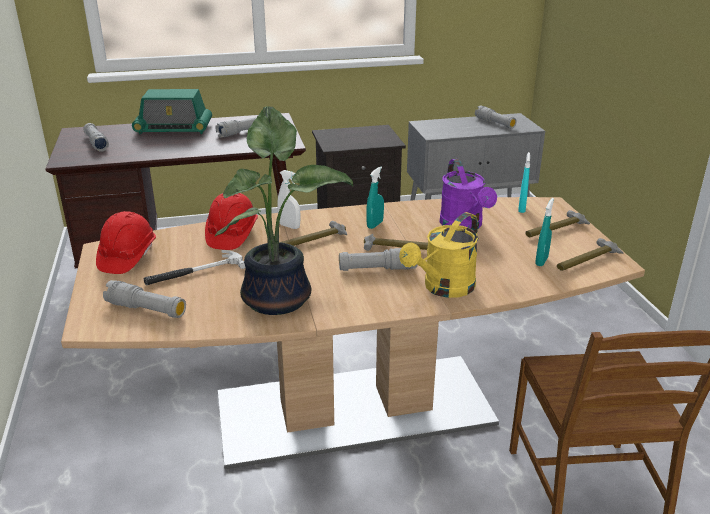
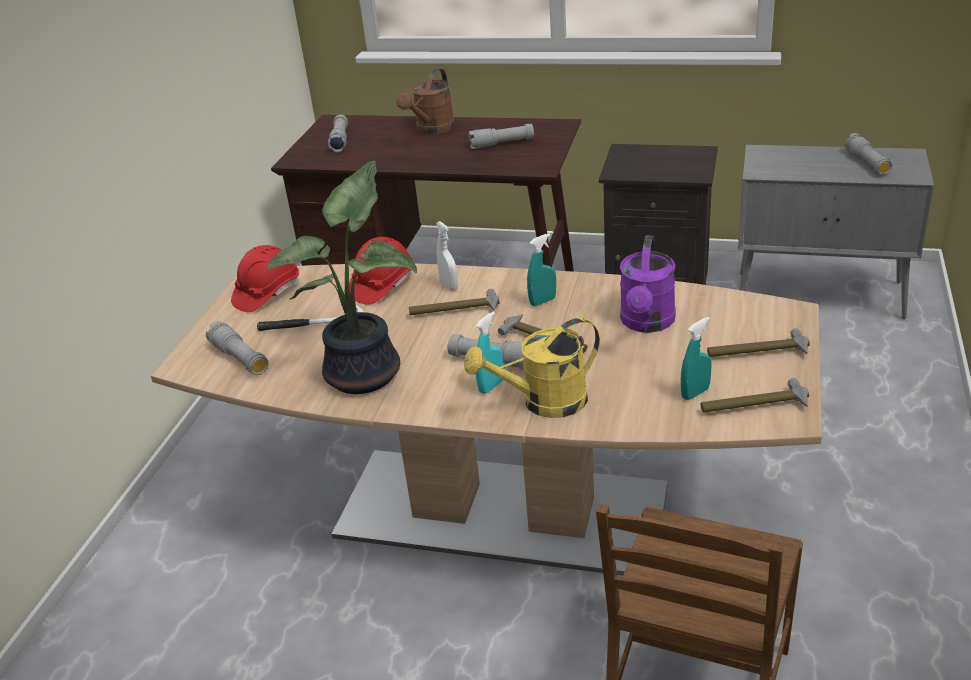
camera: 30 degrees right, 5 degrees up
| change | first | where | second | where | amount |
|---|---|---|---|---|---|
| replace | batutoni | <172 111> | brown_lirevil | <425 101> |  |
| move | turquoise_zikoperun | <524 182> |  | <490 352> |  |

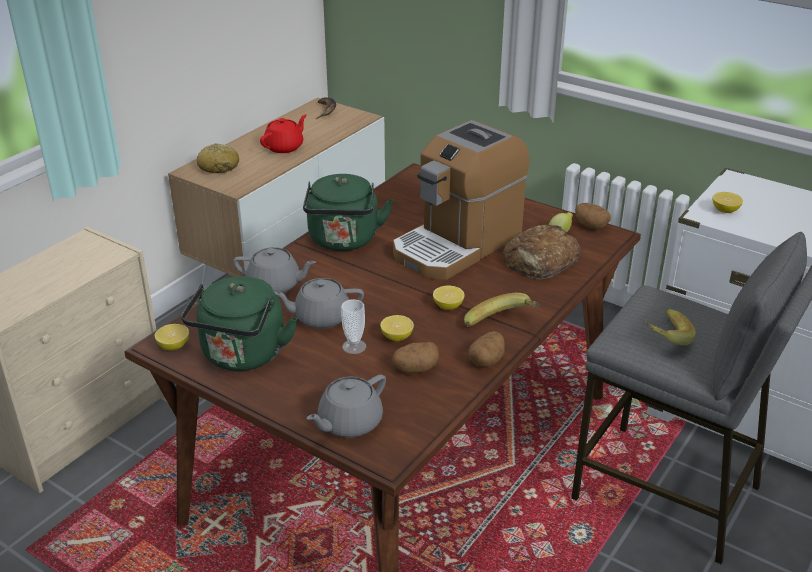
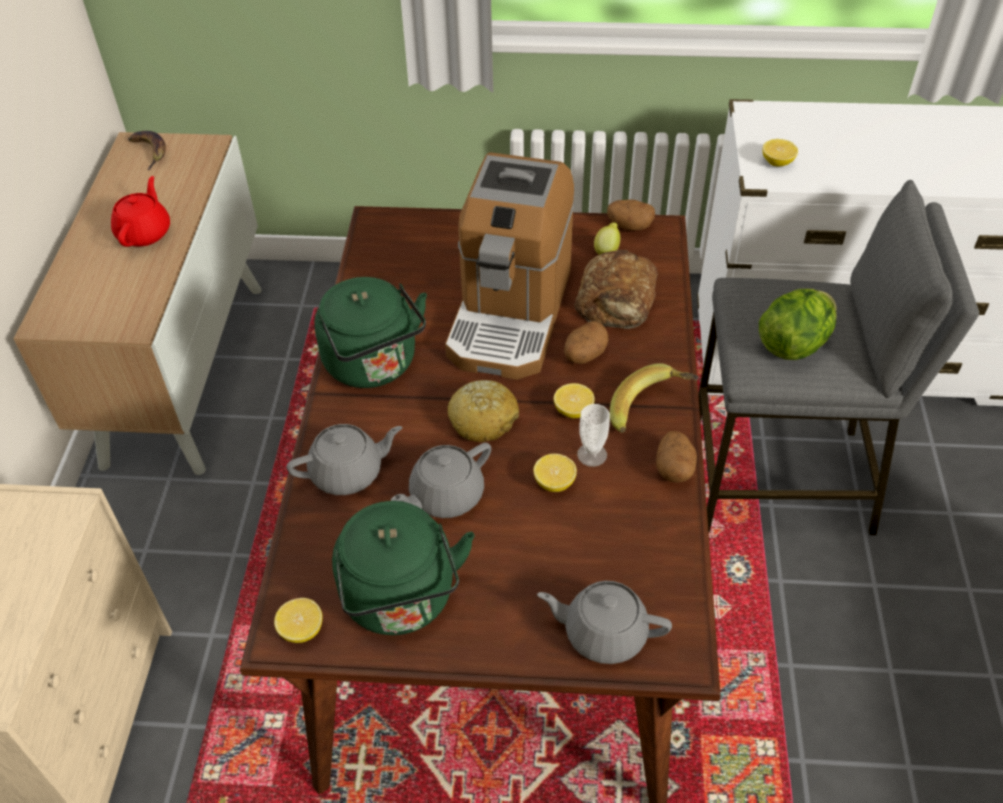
camera: 30 degrees left, 15 degrees up
| change | first | where | second | where | amount |
|---|---|---|---|---|---|
| move | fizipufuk | <218 158> |  | <483 411> |  |
| rotate | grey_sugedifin | <346 406> |  | <604 622> | 90 degrees clockwise |
| move | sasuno | <415 358> |  | <586 342> |  |
| move | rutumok | <353 326> |  | <593 435> |  |
| replace | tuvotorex | <669 327> | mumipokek | <798 324> |  |

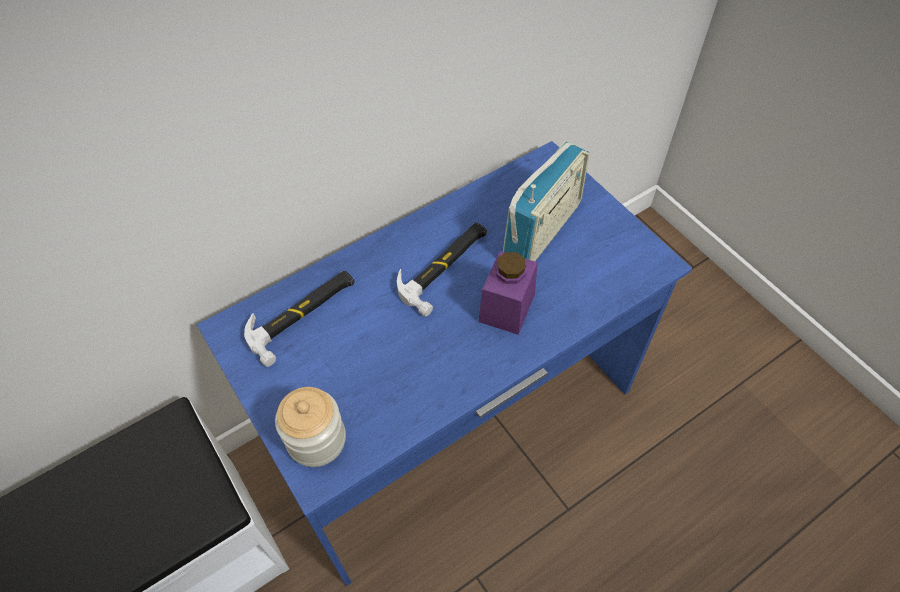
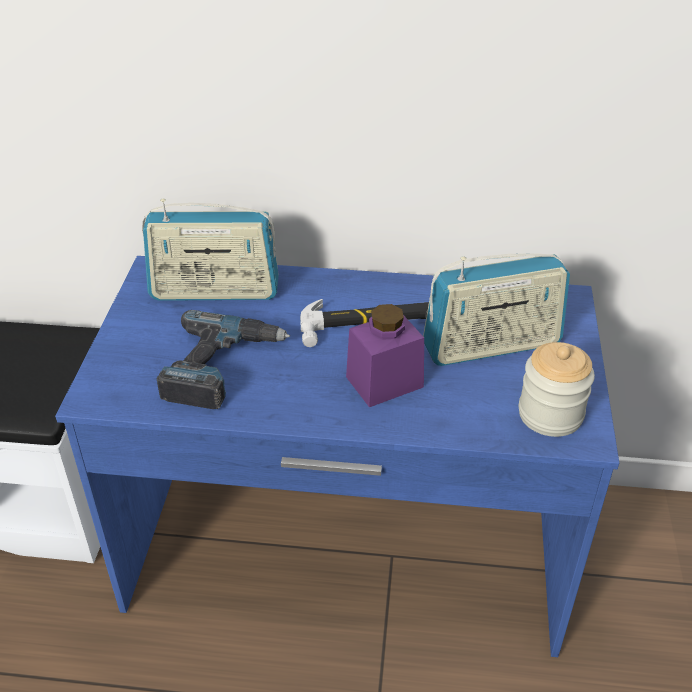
camera: 40 degrees right, 15 degrees down
| change | first | where | second | where | amount |
|---|---|---|---|---|---|
| replace | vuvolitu | <299 319> | batutoni | <210 250> |  |
| insert |  |  | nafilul | <223 359> |  |
| move | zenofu | <310 427> |  | <557 389> |  |

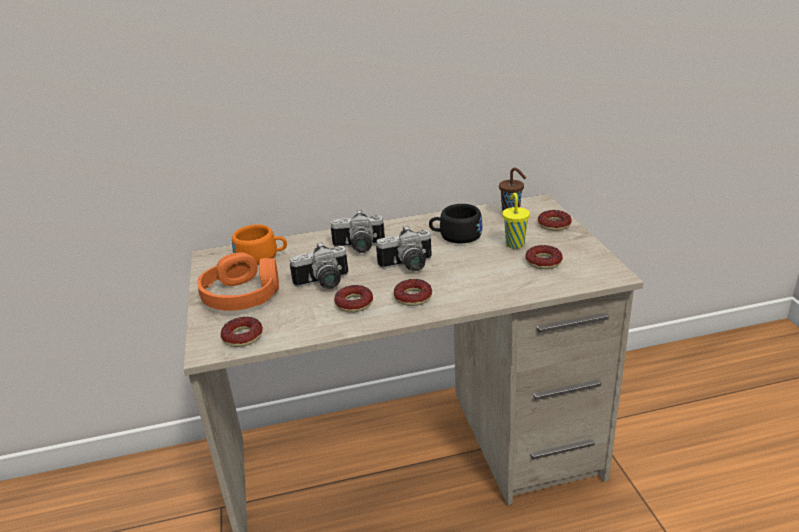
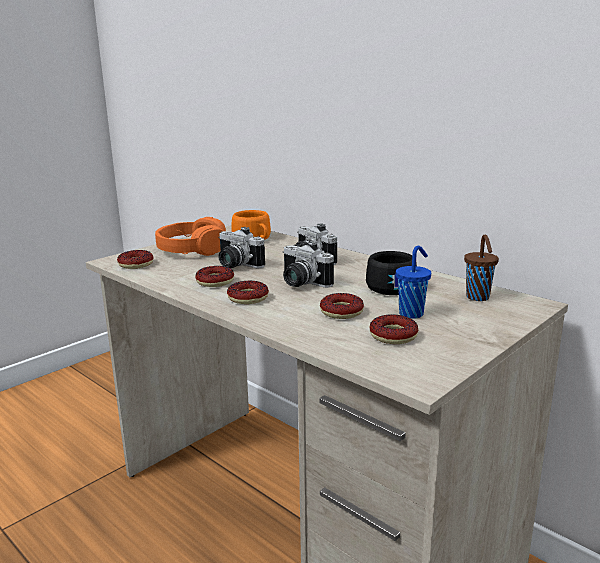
camera: 55 degrees right, 10 degrees down
| change | first | where | second | where | amount |
|---|---|---|---|---|---|
| move | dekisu | <555 220> |  | <342 306> |  |
| recolor | yellow_rutumok | <516 221> | blue_rutumok | <413 282> |  |

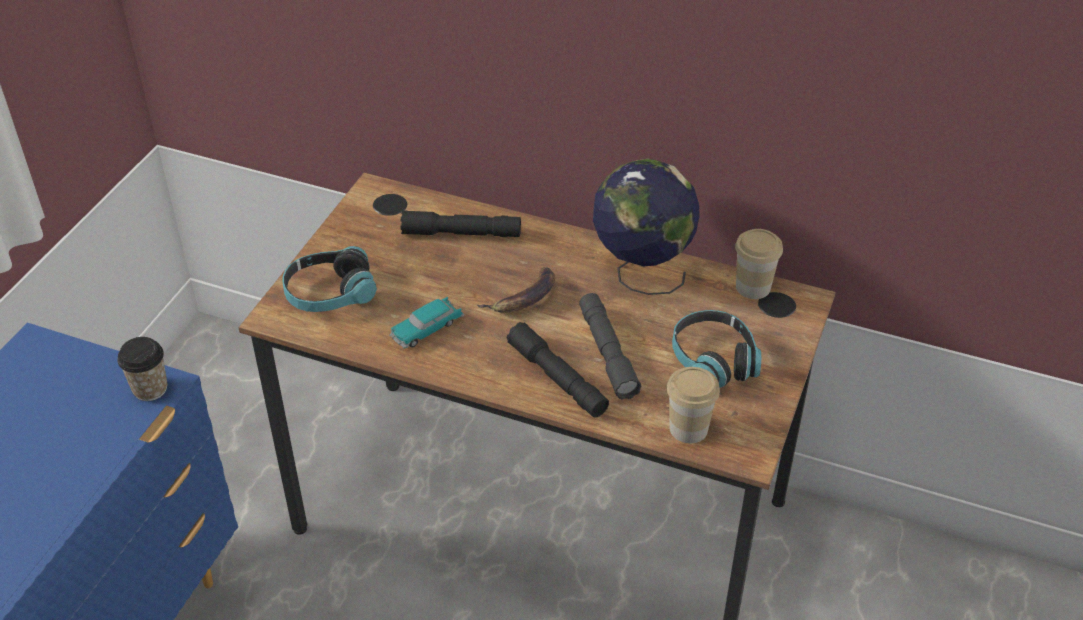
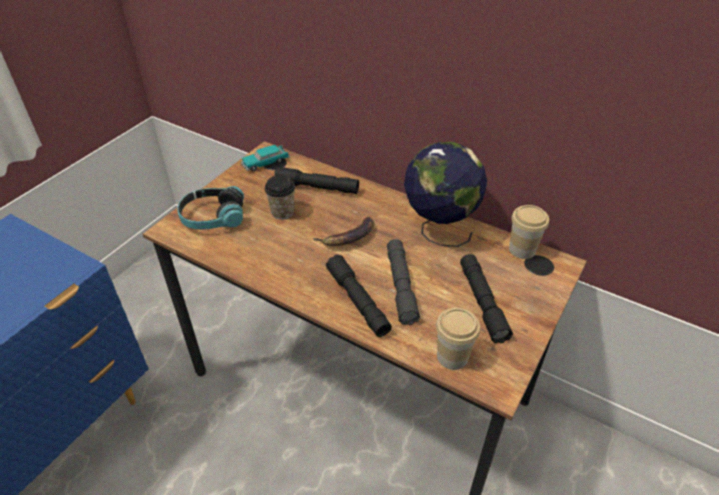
camera: 10 degrees right, 0 degrees up
| change | first | where | second | where | amount |
|---|---|---|---|---|---|
| move | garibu | <426 323> |  | <265 158> |  |
| move | rutumok | <142 369> |  | <280 197> |  |
| replace | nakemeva | <716 349> | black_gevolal | <486 298> |  |

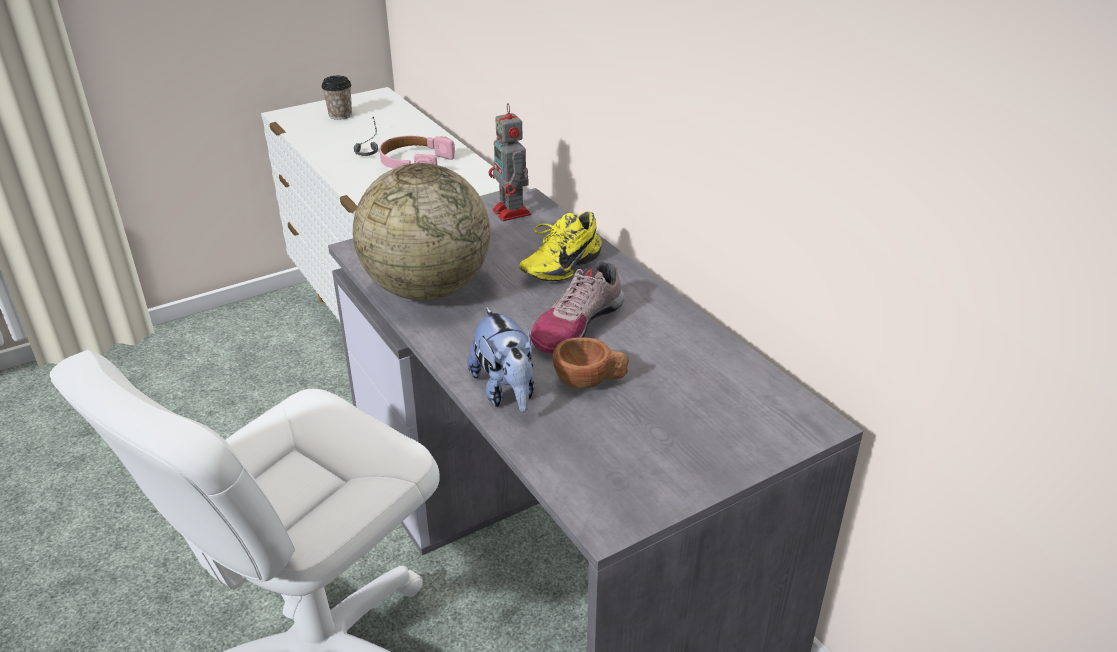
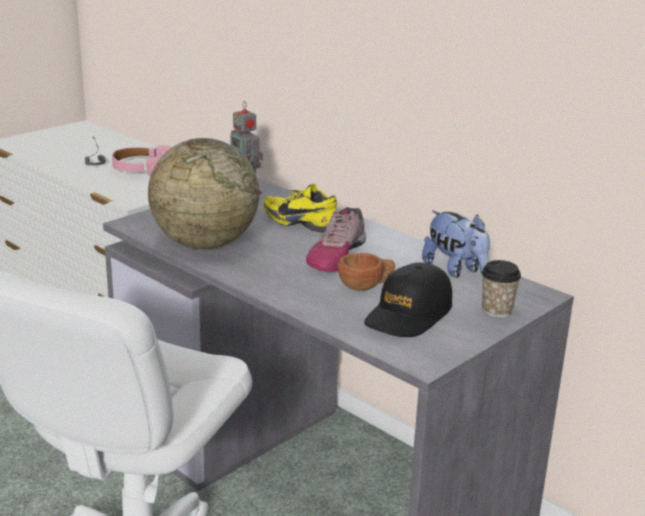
camera: 15 degrees left, 10 degrees down
| change | first | where | second | where | amount |
|---|---|---|---|---|---|
| rotate | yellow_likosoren | <560 246> |  | <300 208> | 90 degrees clockwise |
| insert |  |  | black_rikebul | <408 299> |  |
| move | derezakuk | <500 359> |  | <456 244> |  |
| move | rutumok | <337 98> |  | <501 289> |  |

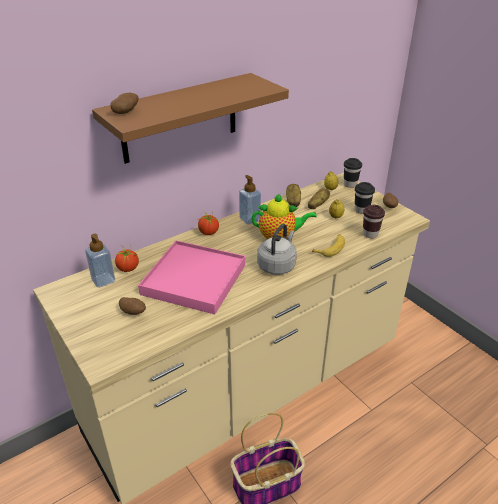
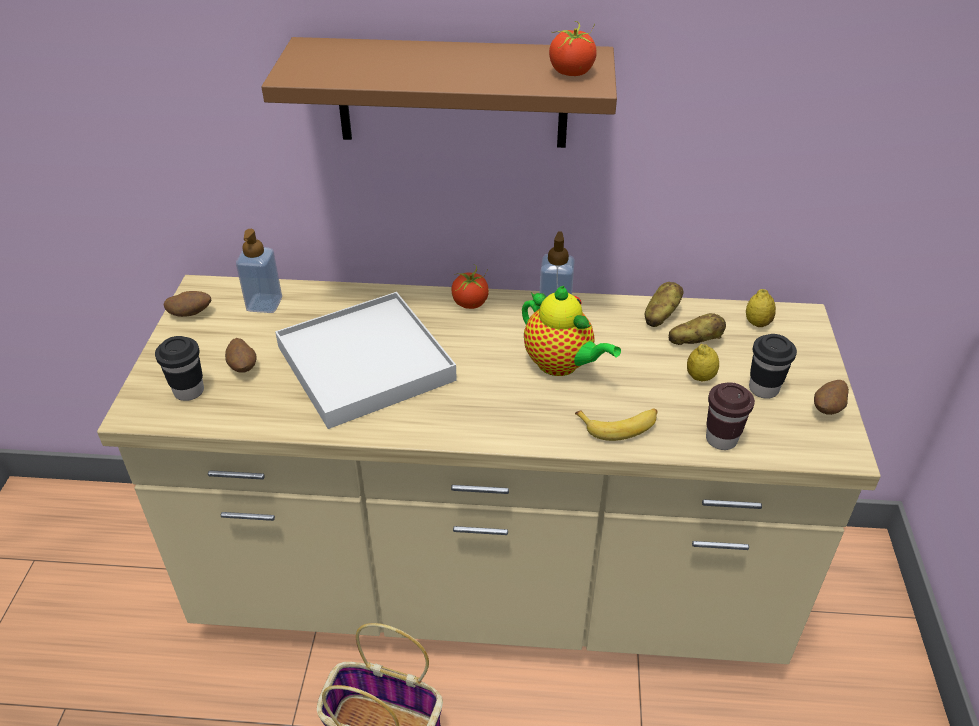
camera: 40 degrees right, 5 degrees up
| change | first | where | second | where | amount |
|---|---|---|---|---|---|
| move | black_rutumok | <353 173> |  | <179 368> |  |
| move | sasuno | <124 103> |  | <187 304> |  |
| recolor | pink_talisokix | <191 277> | white_talisokix | <366 360> |  |
| move | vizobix | <126 259> |  | <573 48> |  |
| delete | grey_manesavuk | <277 249> |  |  |  |

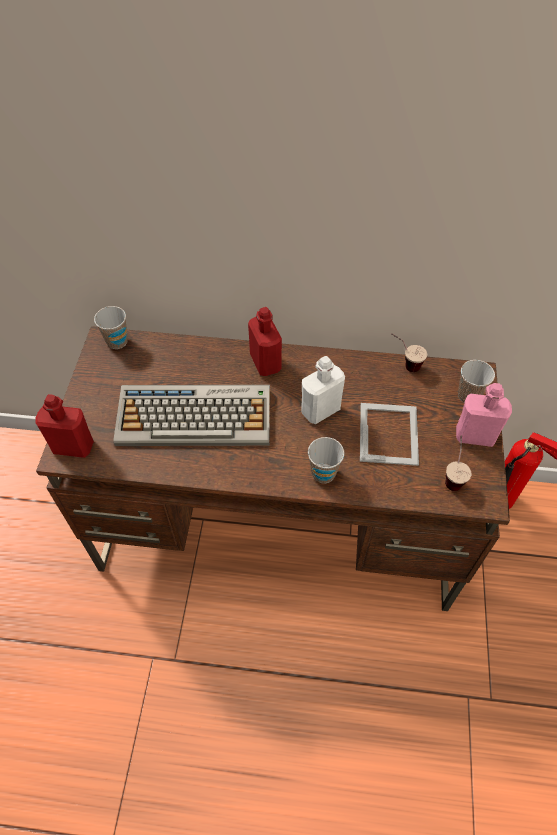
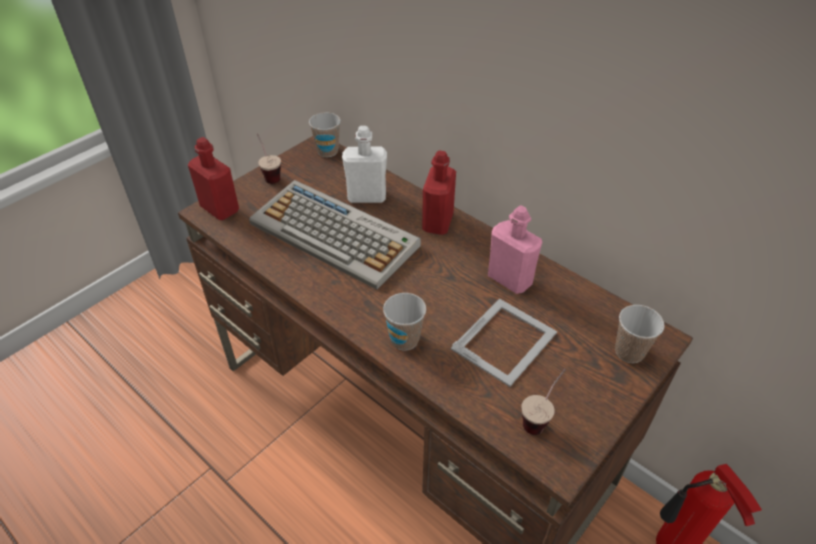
camera: 35 degrees right, 10 degrees down
| change | first | where | second | where | amount |
|---|---|---|---|---|---|
| move | rutumok | <409 352> |  | <269 158> |  |
| move | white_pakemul | <323 390> |  | <364 164> |  |
| move | pink_pakemul | <484 415> |  | <515 250> |  |

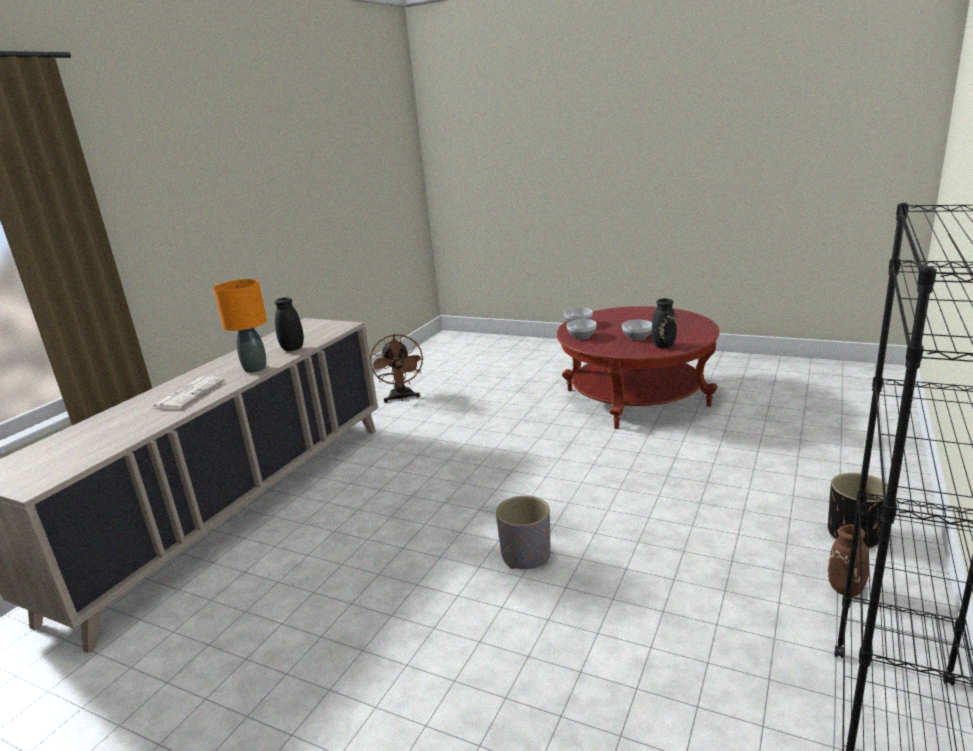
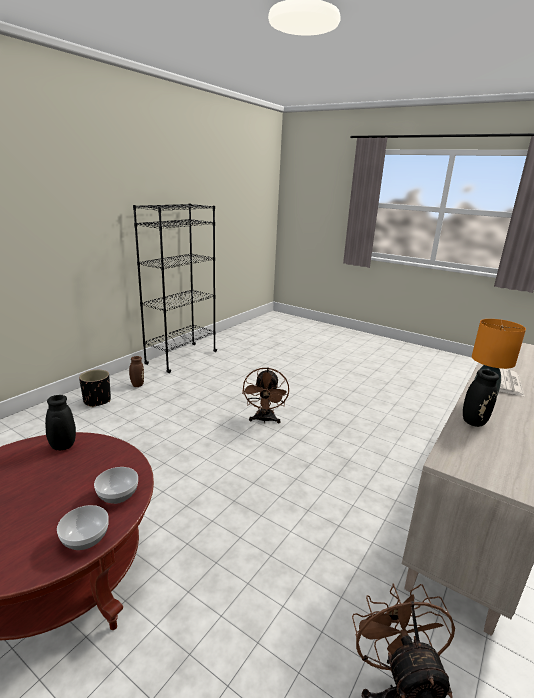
camera: 175 degrees left, 0 degrees up
| change | first | where | second | where | amount |
|---|---|---|---|---|---|
| replace | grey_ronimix | <523 532> | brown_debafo | <265 395> |  |
| delete | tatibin | <637 330> |  |  |  |

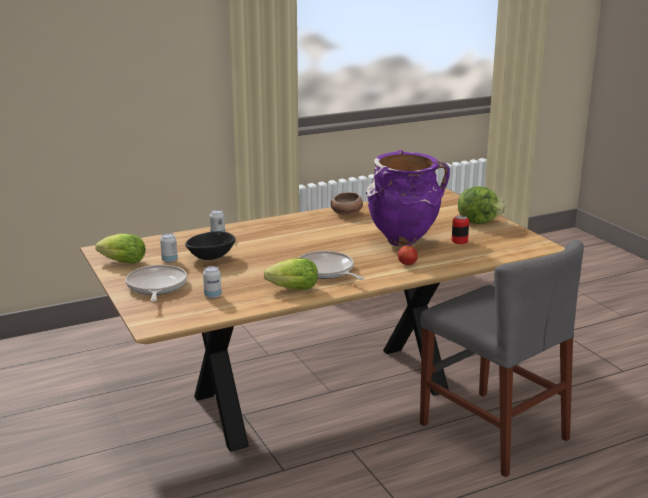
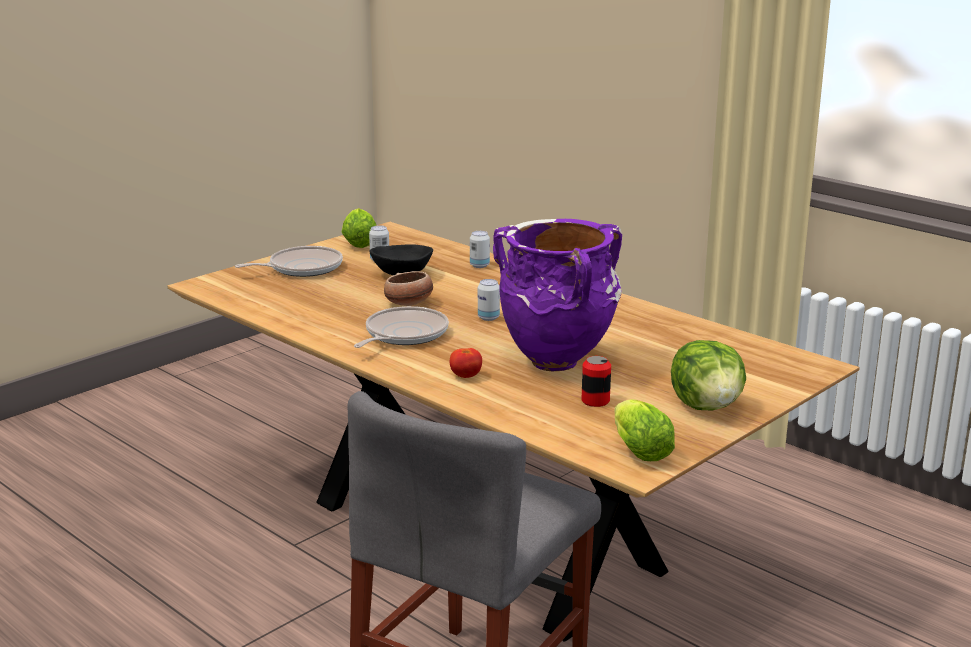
camera: 70 degrees right, 0 degrees up
| change | first | where | second | where | amount |
|---|---|---|---|---|---|
| move | tatibin | <347 204> |  | <408 288> |  |
| move | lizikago | <212 282> |  | <489 300> |  |
| move | mumipokek | <291 274> |  | <644 430> |  |

